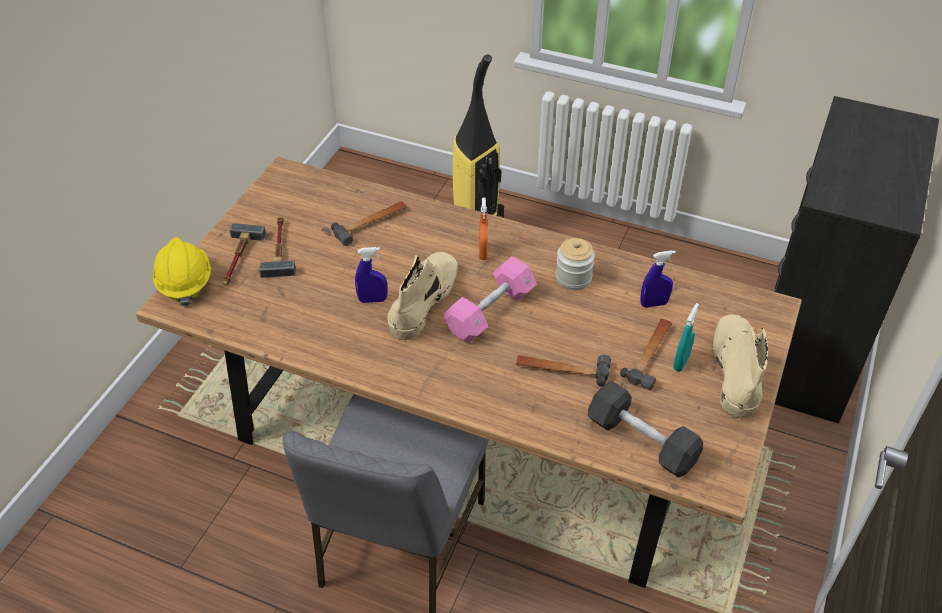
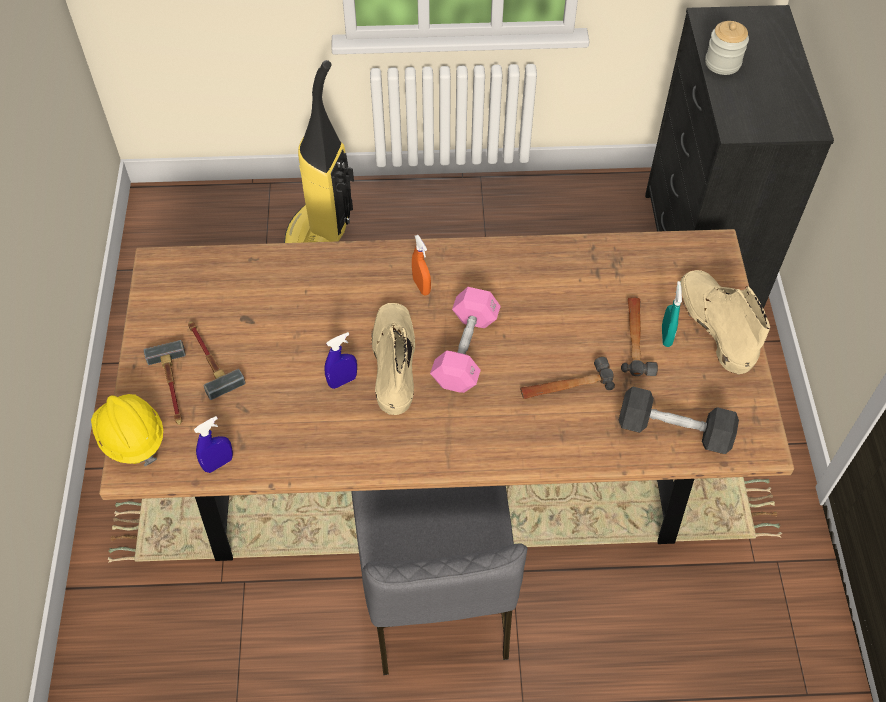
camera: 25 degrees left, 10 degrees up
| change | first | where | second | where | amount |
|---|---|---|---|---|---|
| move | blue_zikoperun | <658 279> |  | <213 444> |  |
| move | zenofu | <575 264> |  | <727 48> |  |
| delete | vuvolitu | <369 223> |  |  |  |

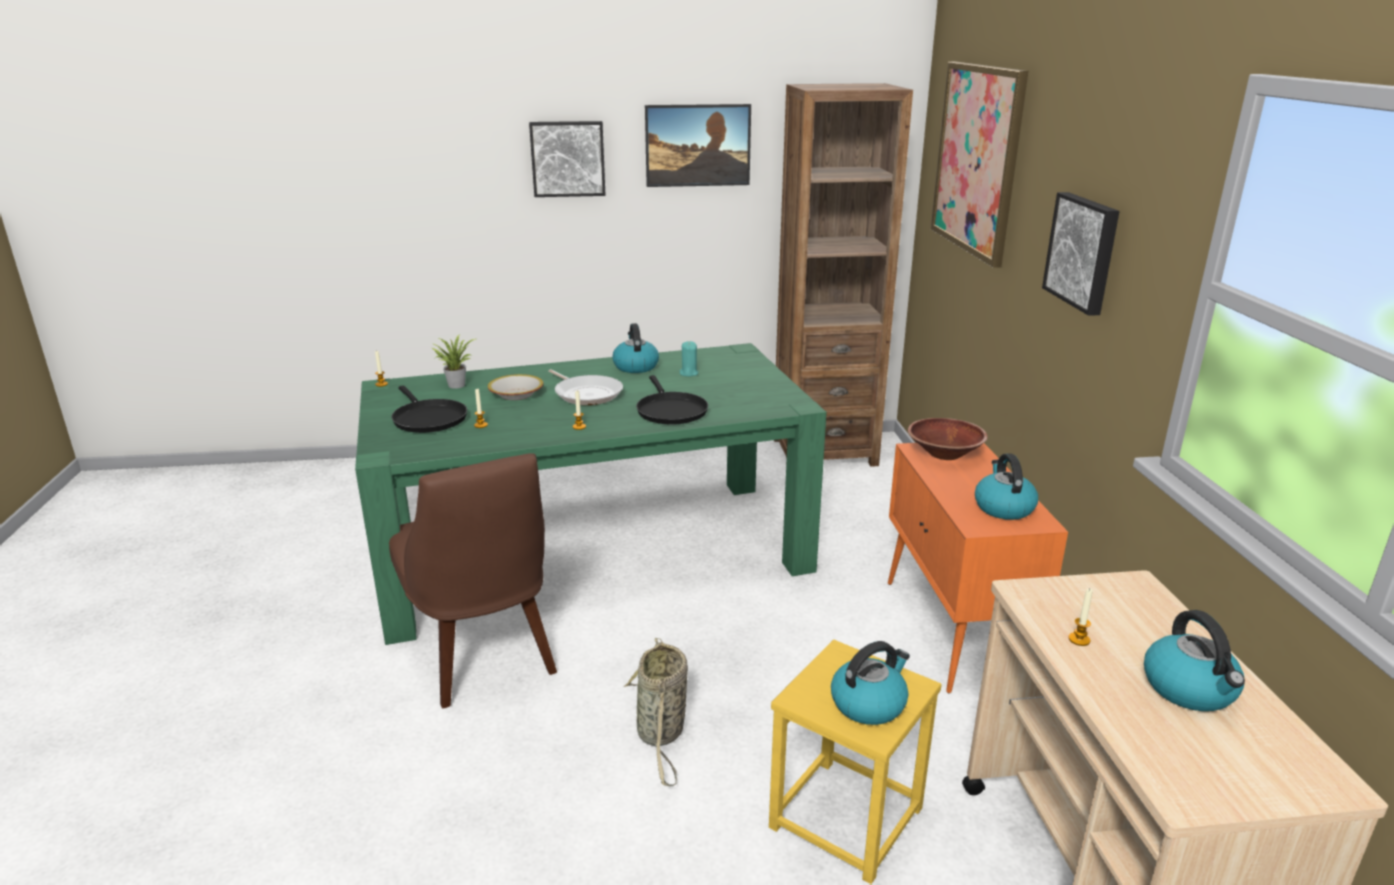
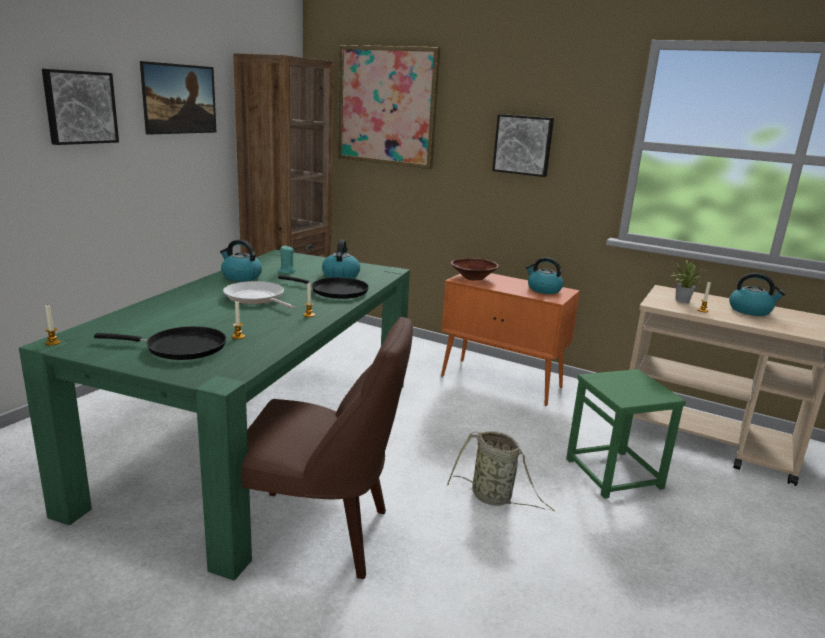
camera: 55 degrees left, 5 degrees down
| change | first | where | second | where | amount |
|---|---|---|---|---|---|
| rotate | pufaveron | <585 387> |  | <259 295> | 135 degrees counterclockwise |
| move | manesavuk | <870 683> |  | <341 258> |  |
| recolor | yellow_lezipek | <855 761> | green_lezipek | <626 434> |  |
| move | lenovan | <454 361> |  | <687 281> |  |
| delete | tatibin | <515 387> |  |  |  |

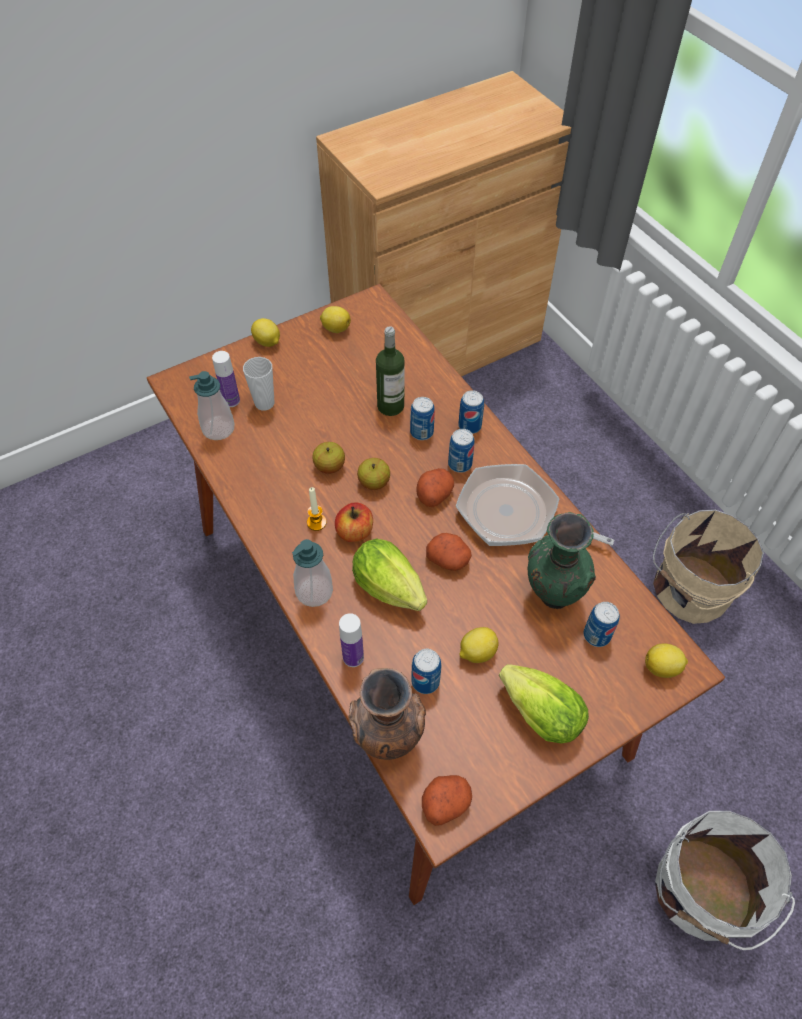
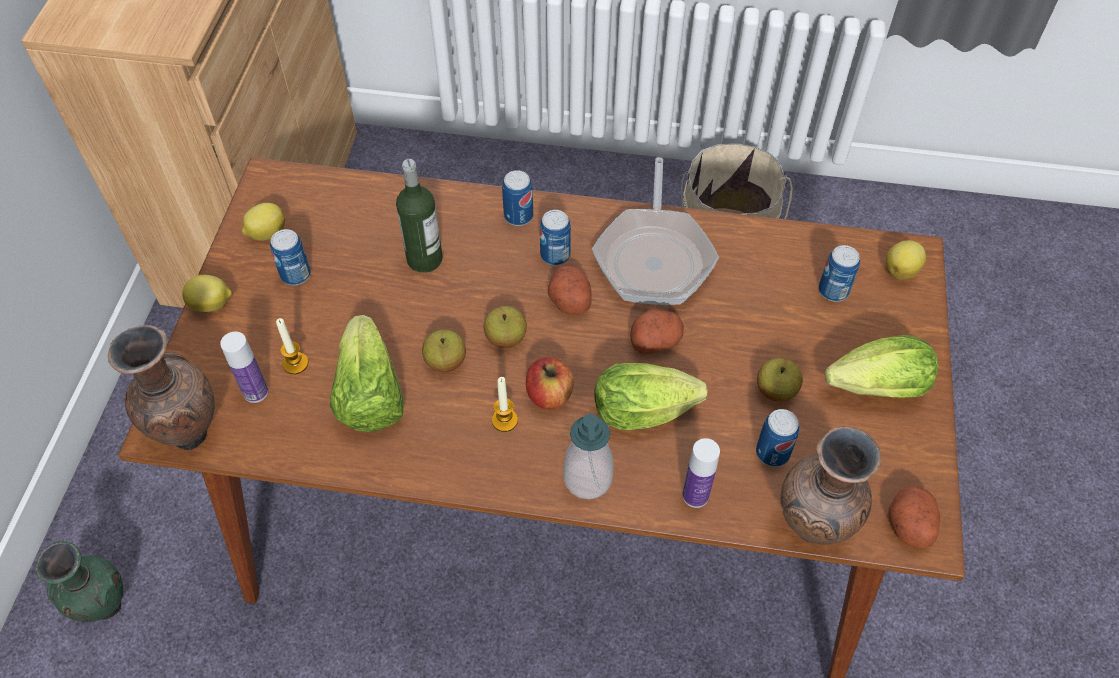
camera: 50 degrees left, 0 degrees up
| change | first | where | second | where | amount |
|---|---|---|---|---|---|
| move | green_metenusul | <562 560> |  | <79 581> |  |
| insert |  |  | brown_metenusul | <161 387> |  |
| move | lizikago | <422 418> |  | <290 257> |  |
| replace | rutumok | <258 384> | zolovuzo | <292 346> |  |
| insert |  |  | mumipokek | <367 373> |  |
| rotate | pufaveron | <535 505> |  | <655 231> | 60 degrees counterclockwise |
| replace | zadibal | <479 645> | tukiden | <779 380> |  |
| delete | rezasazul | <212 405> |  |  |  |
| delete | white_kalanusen | <725 880> |  |  |  |

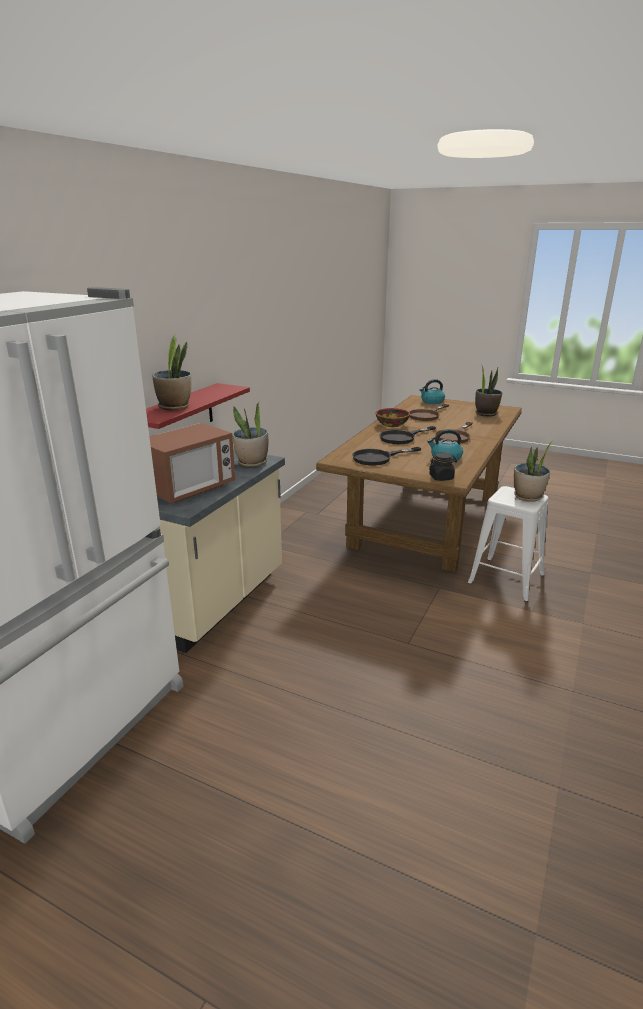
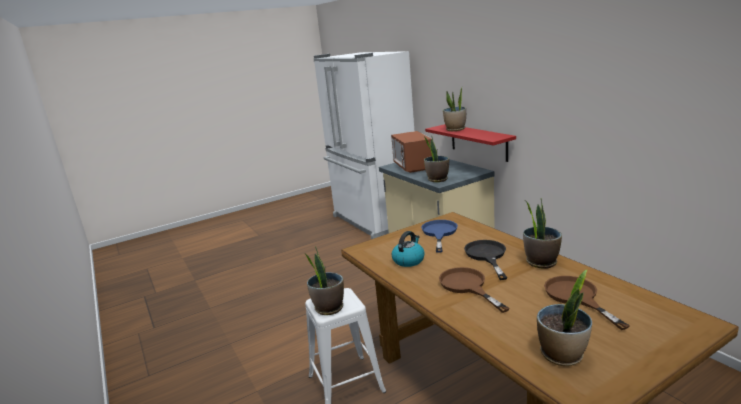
camera: 125 degrees right, 5 degrees down
| change | first | where | second | where | amount |
|---|---|---|---|---|---|
| recolor | black_pufaveron | <386 456> | blue_pufaveron | <439 236> |  |
| replace | tatibin | <393 417> | lenovan | <542 233> |  |
| delete | manesavuk | <432 391> |  |  |  |
| delete | black_zenofu | <443 466> |  |  |  |

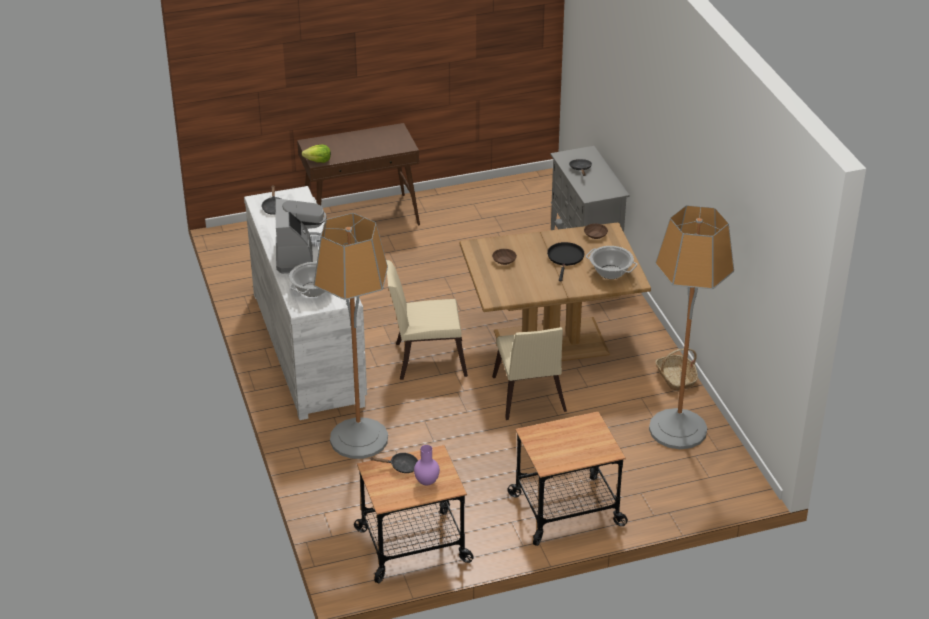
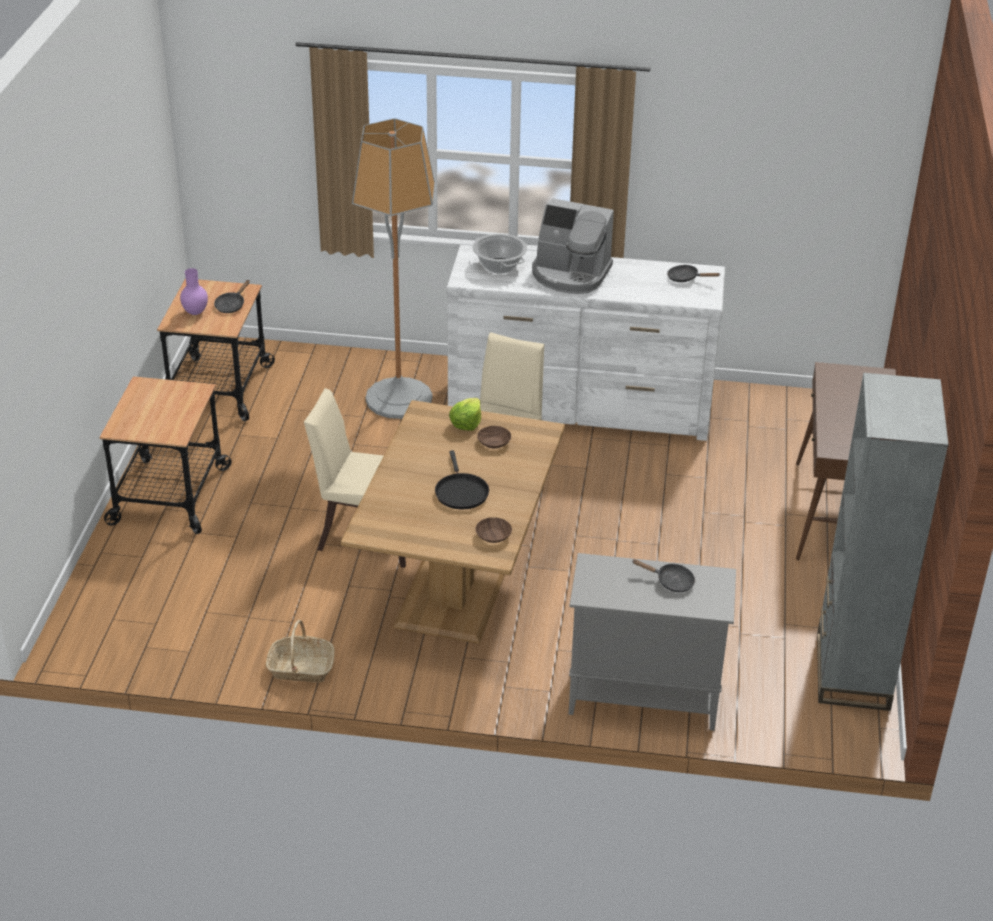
camera: 115 degrees right, 0 degrees up
| change | first | where | second | where | amount |
|---|---|---|---|---|---|
| rotate | black_pufaveron | <566 261> |  | <462 480> | 45 degrees clockwise |
| move | mumipokek | <316 154> |  | <465 414> |  |
| insert |  |  | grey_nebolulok | <883 542> |  |
| delete | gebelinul | <611 262> |  |  |  |
| delete | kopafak | <691 327> |  |  |  |

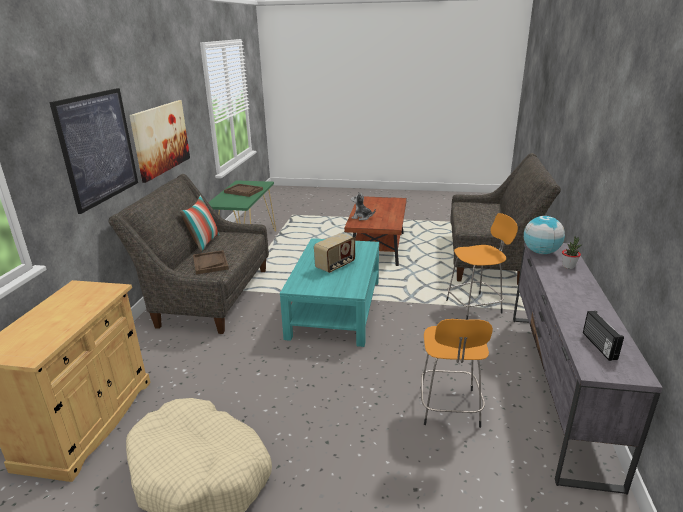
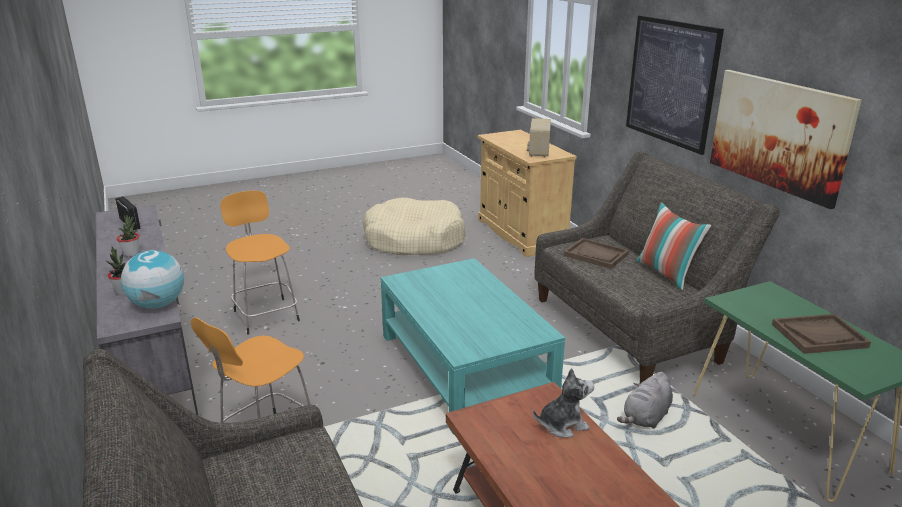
camera: 145 degrees right, 0 degrees up
| change | first | where | second | where | amount |
|---|---|---|---|---|---|
| insert |  |  | lenovan | <128 236> |  |
| move | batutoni | <334 253> |  | <539 137> |  |
| insert |  |  | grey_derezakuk | <645 400> |  |

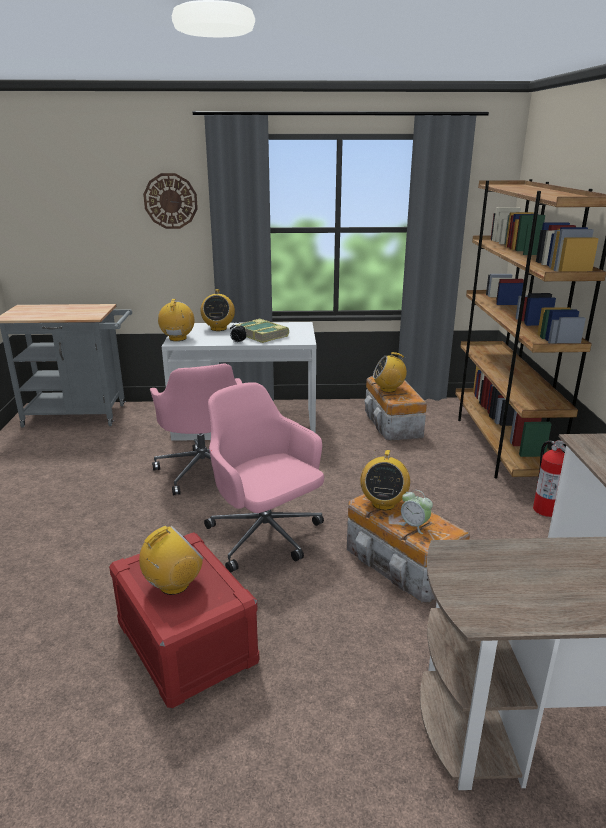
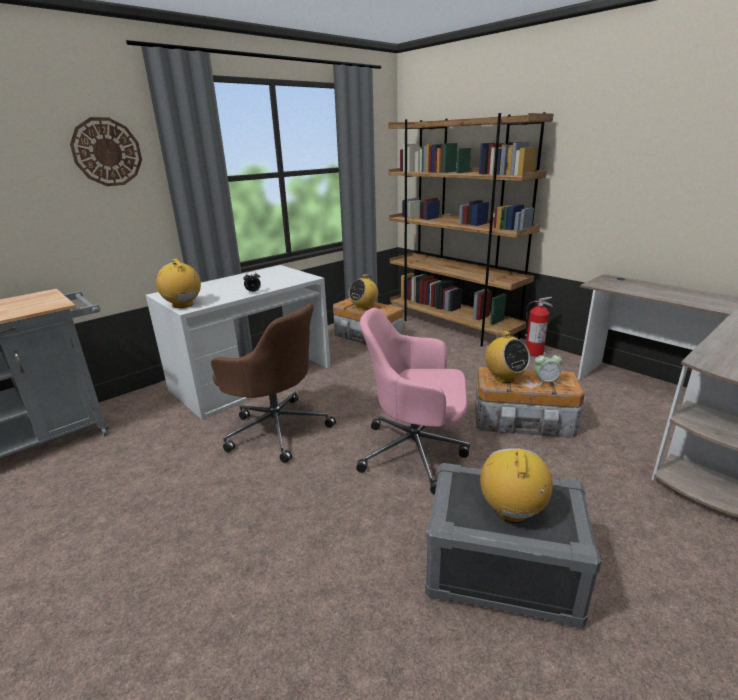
camera: 40 degrees left, 0 degrees up
| change | first | where | second | where | amount |
|---|---|---|---|---|---|
| recolor | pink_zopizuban | <196 429> | brown_zopizuban | <273 383> |  |
| recolor | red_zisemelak | <184 620> | grey_zisemelak | <513 545> |  |
| delete | batutoni | <218 310> |  |  |  |
| delete | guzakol | <262 330> |  |  |  |

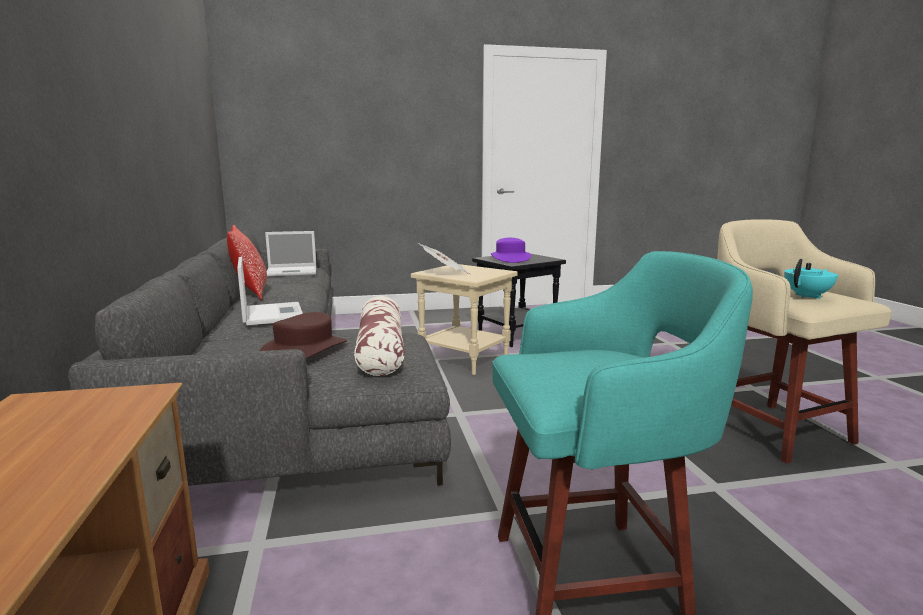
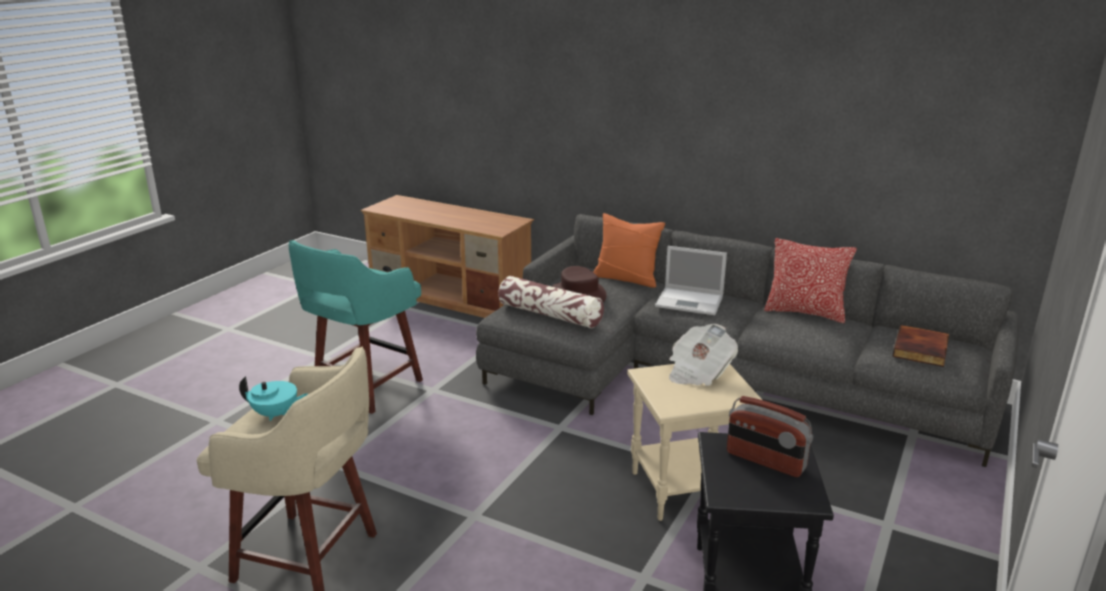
camera: 130 degrees right, 10 degrees up
| change | first | where | second | where | amount |
|---|---|---|---|---|---|
| rotate | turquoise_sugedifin | <811 279> |  | <273 398> | 90 degrees counterclockwise |
| insert |  |  | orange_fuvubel | <629 250> |  |
| replace | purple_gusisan | <511 250> | batutoni | <770 436> |  |
| replace | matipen | <291 253> | guzakol | <921 346> |  |

